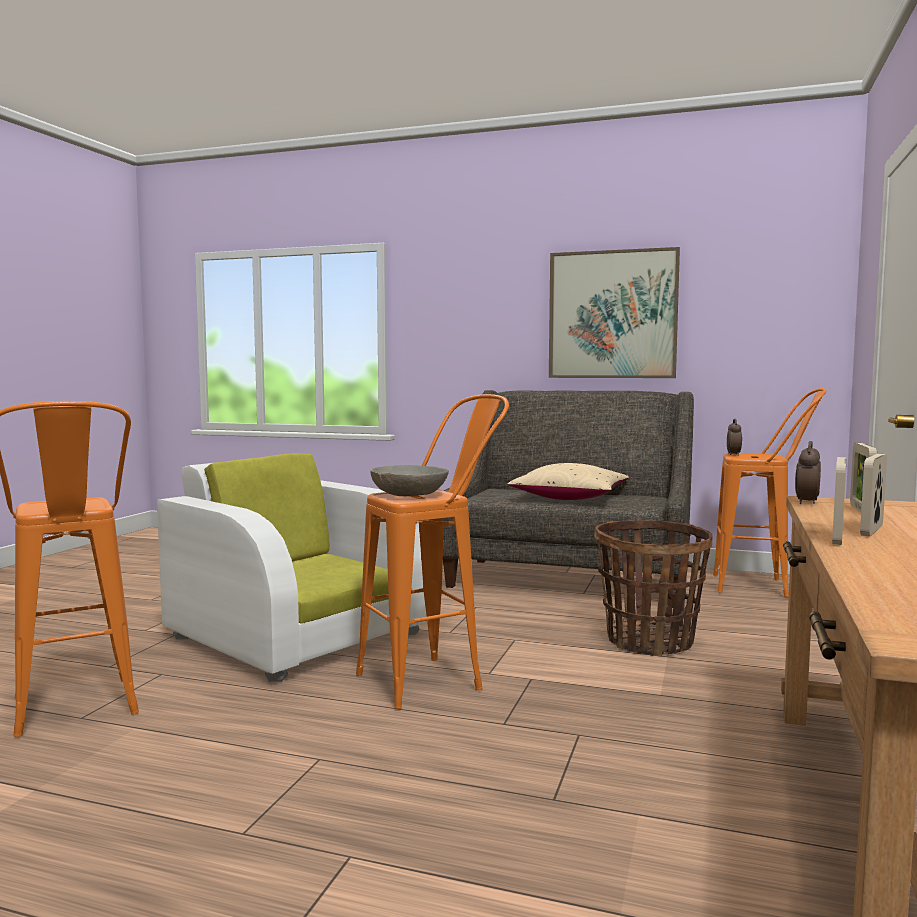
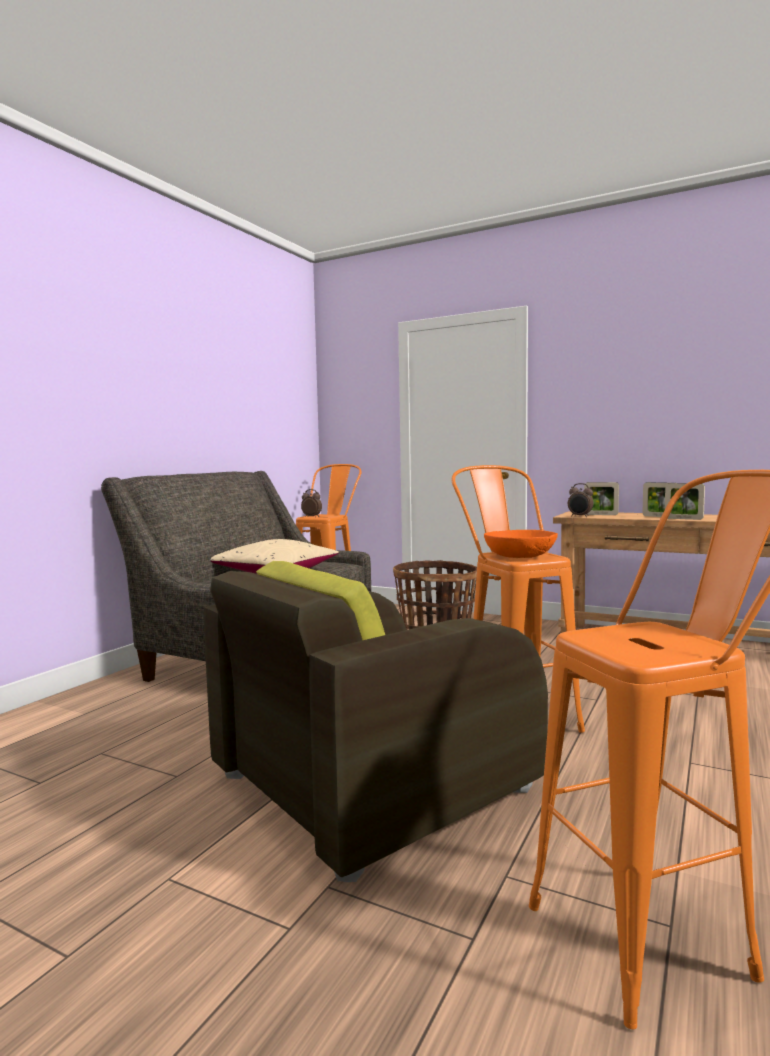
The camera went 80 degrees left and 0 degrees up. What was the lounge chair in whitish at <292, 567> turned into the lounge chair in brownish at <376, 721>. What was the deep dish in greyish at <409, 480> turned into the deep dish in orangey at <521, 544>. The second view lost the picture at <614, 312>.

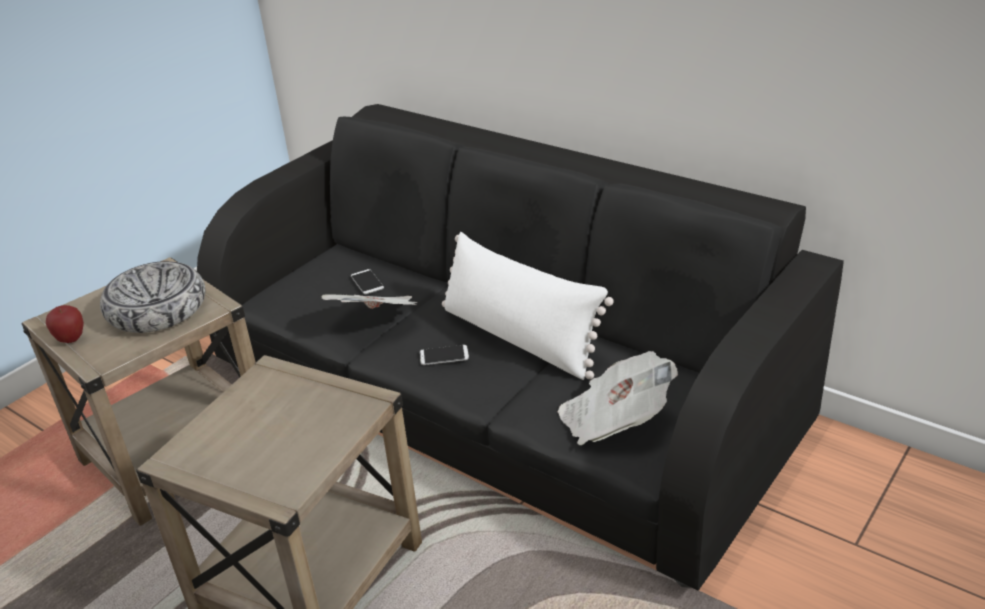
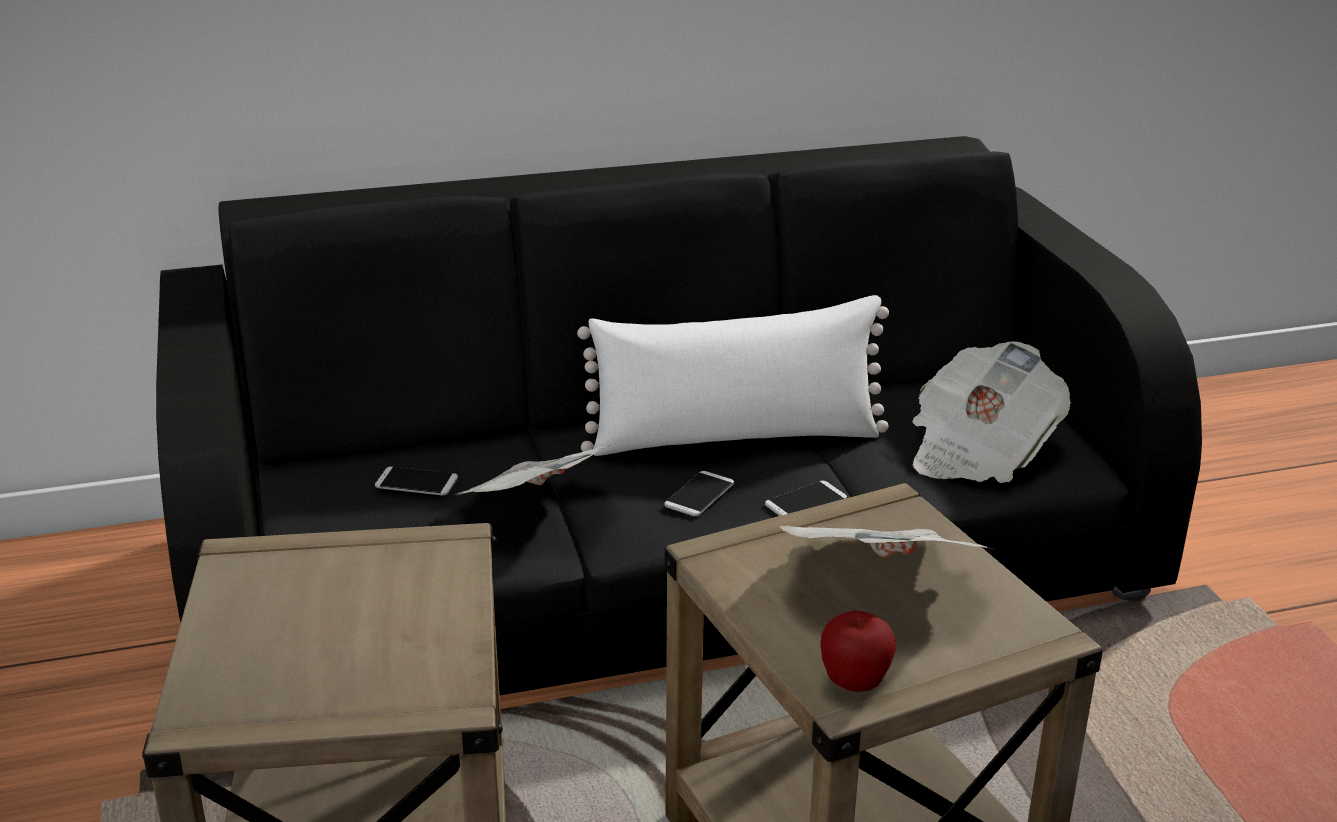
The camera went 55 degrees left and 5 degrees down. The whole apple ended up elsewhere, having gone from <65, 324> to <858, 651>. The second view lost the deep dish at <152, 297>. The second view gained the handset at <806, 498>. The second view gained the newspaper at <886, 542>.

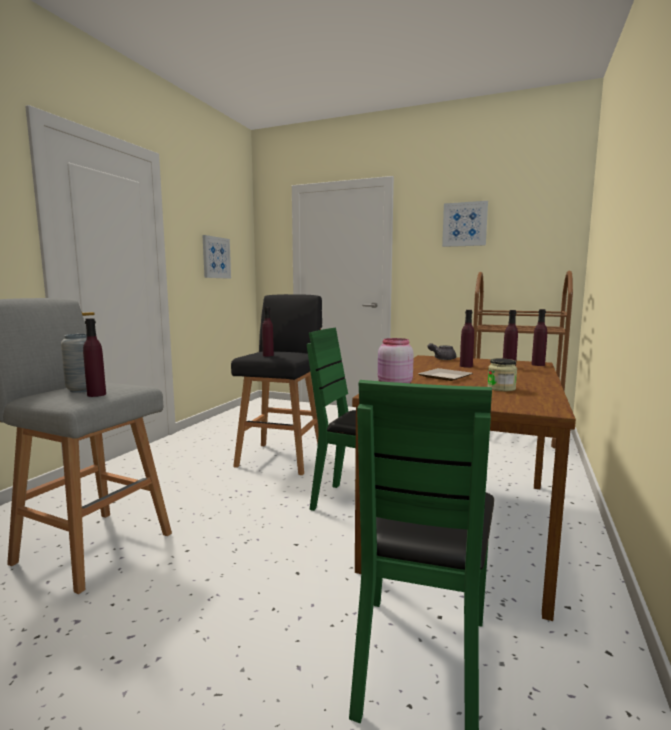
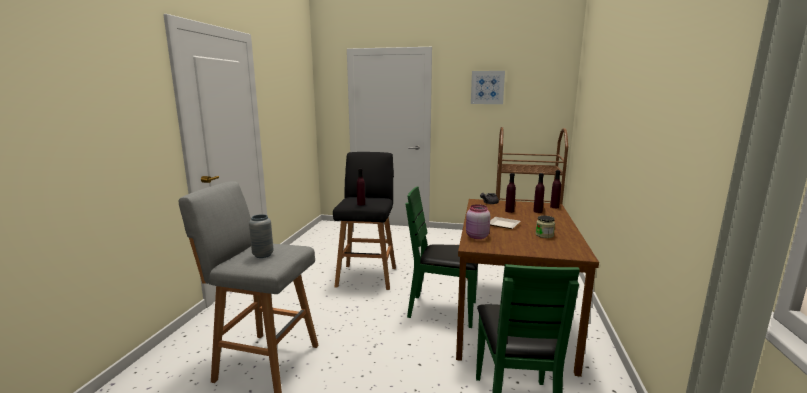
The camera went 10 degrees left and 5 degrees up. The second view lost the beverage bottle in purple at <94, 357>. The second view lost the picture at <216, 257>.

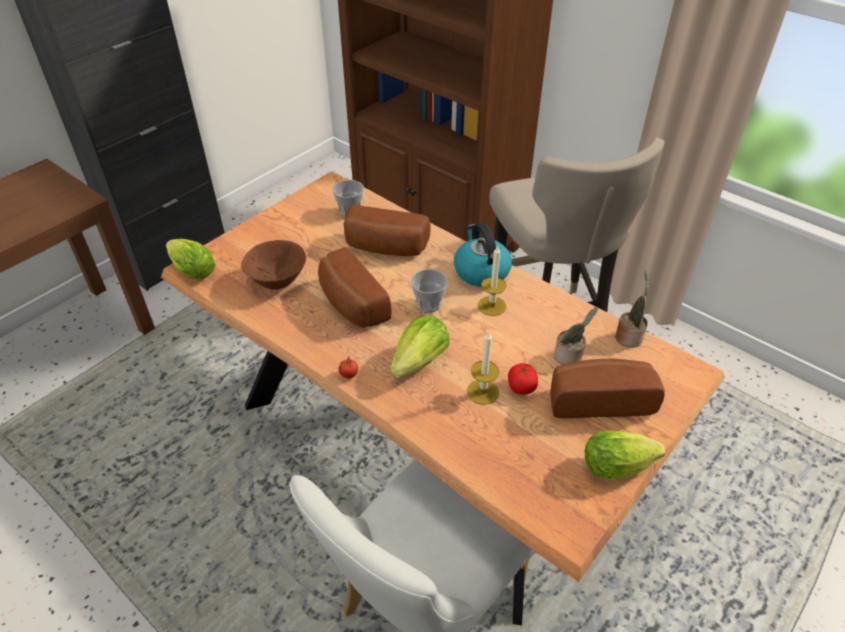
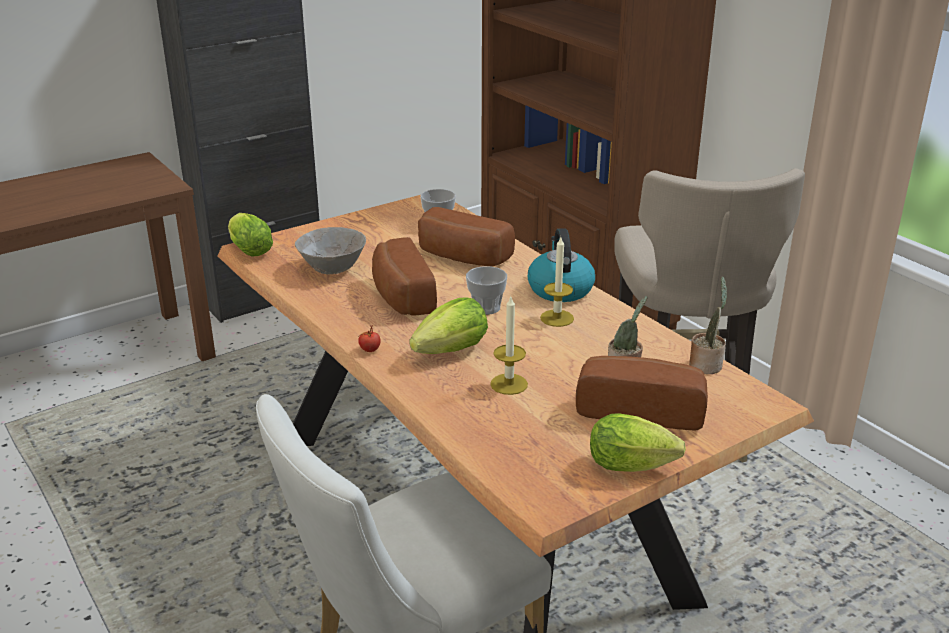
The camera went 15 degrees right and 15 degrees down. What was the deep dish in brownish at <273, 265> turned into the deep dish in greyish at <330, 250>. The second view lost the tomato at <523, 378>.

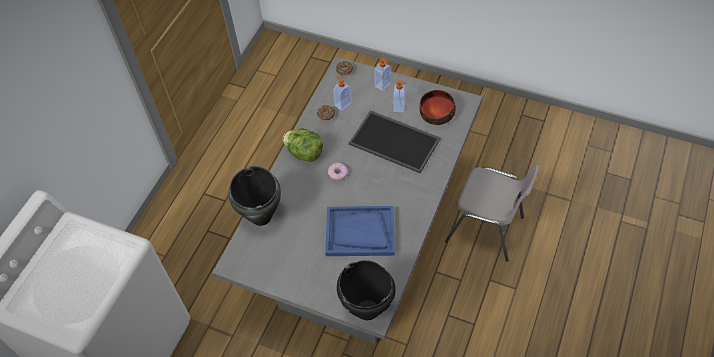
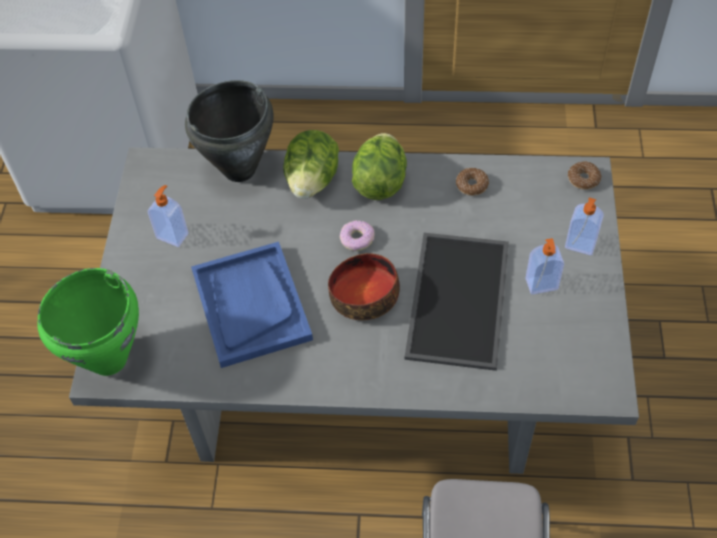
The camera went 70 degrees right and 0 degrees up. The soap bottle ended up elsewhere, having gone from <342, 94> to <168, 216>. What was the saucepot in blackish at <366, 290> turned into the saucepot in green at <88, 322>. The deep dish ended up elsewhere, having gone from <438, 107> to <364, 286>. The second view gained the head of lettuce at <311, 164>.

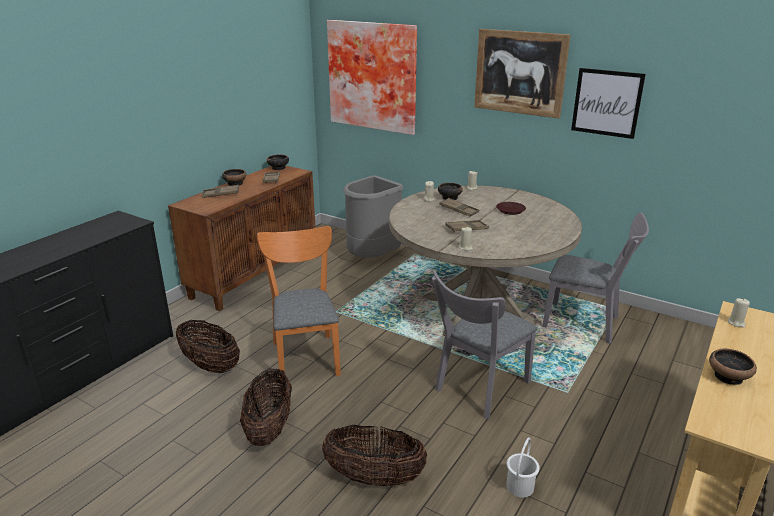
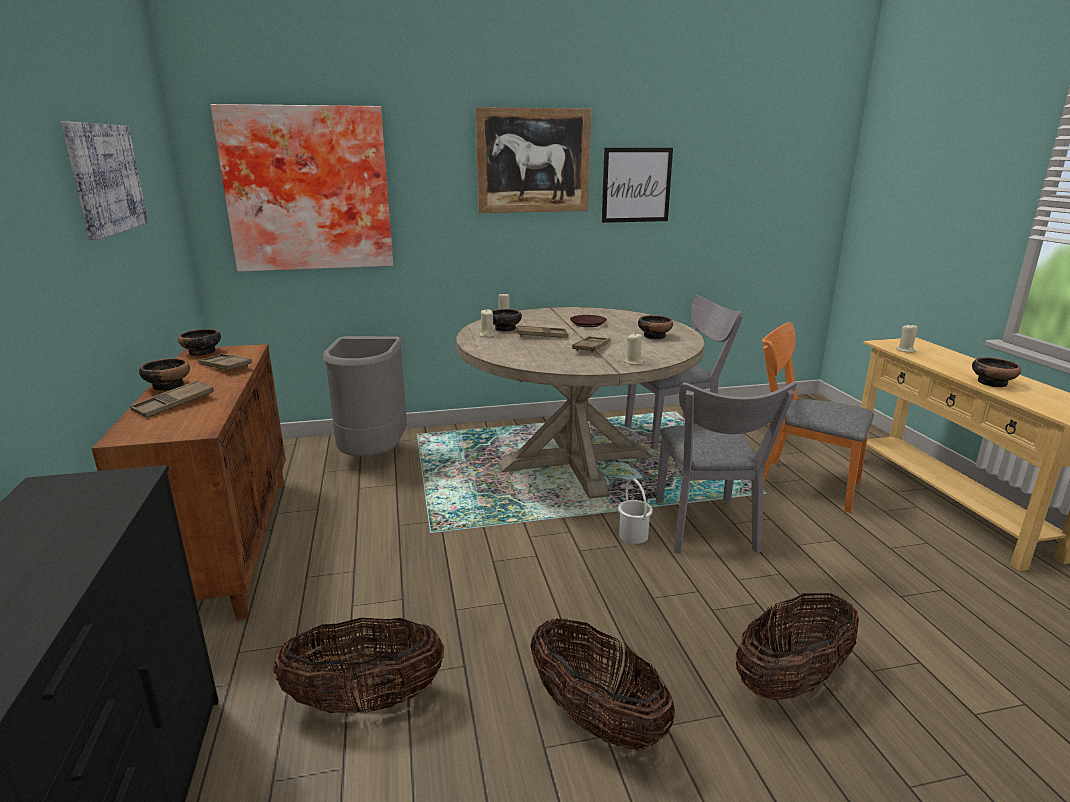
The camera went 45 degrees left and 5 degrees down. The plain chair in orangey ended up elsewhere, having gone from <299, 301> to <818, 417>. The bucket in whitish ended up elsewhere, having gone from <523, 467> to <635, 511>. The second view gained the picture at <104, 181>. The second view gained the deep dish at <655, 327>.

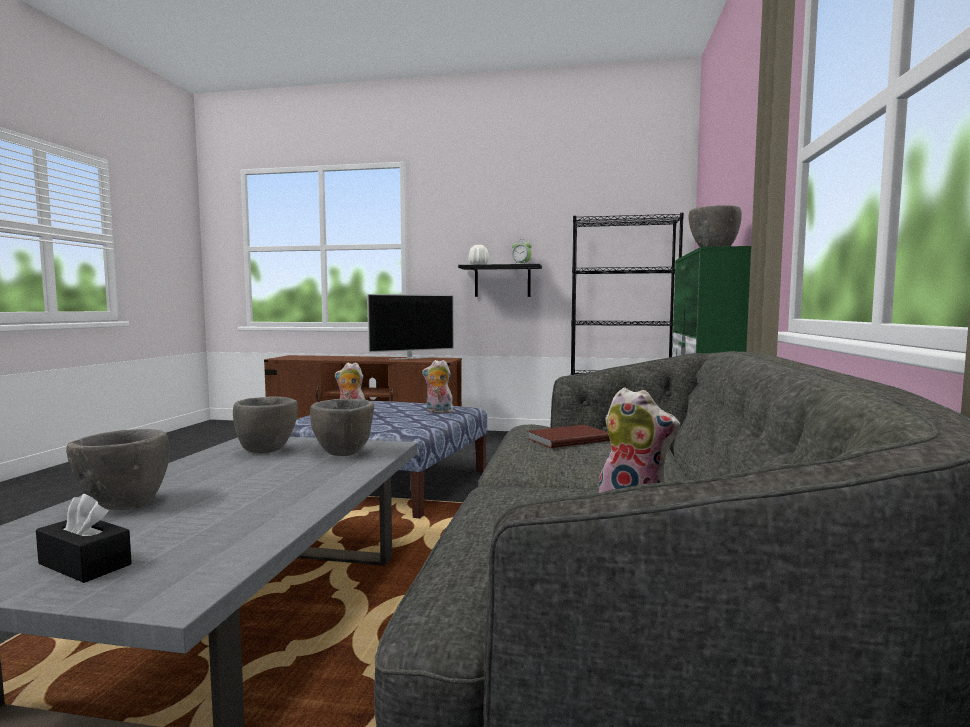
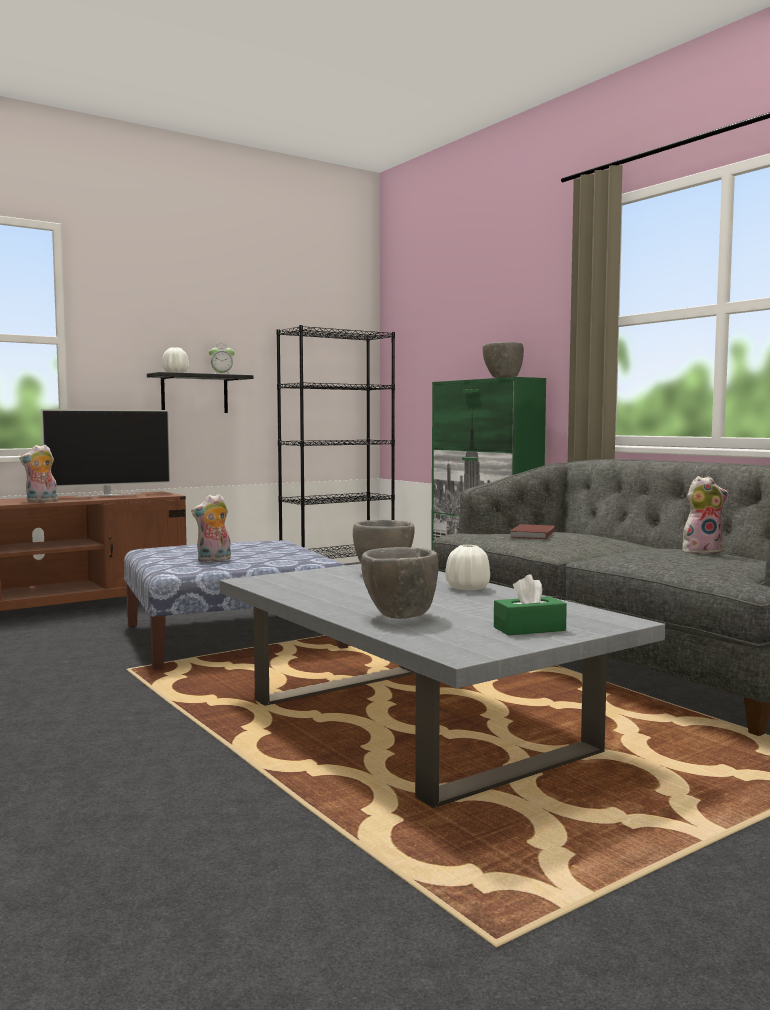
The camera went 45 degrees left and 0 degrees up. What was the tissue holder in blackish at <84, 538> turned into the tissue holder in green at <530, 604>. The second view lost the deep dish in greyish at <265, 424>. The TV at <410, 327> ended up facing another way, 45 degrees clockwise from before. The cuddly toy ended up elsewhere, having gone from <437, 386> to <38, 473>. The second view gained the vase in whitish at <467, 567>.

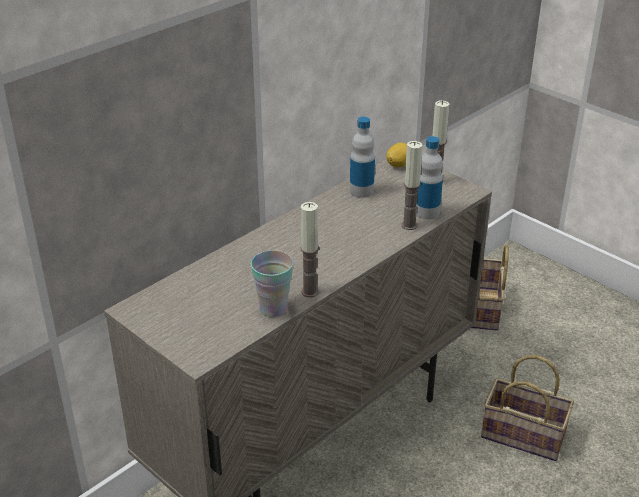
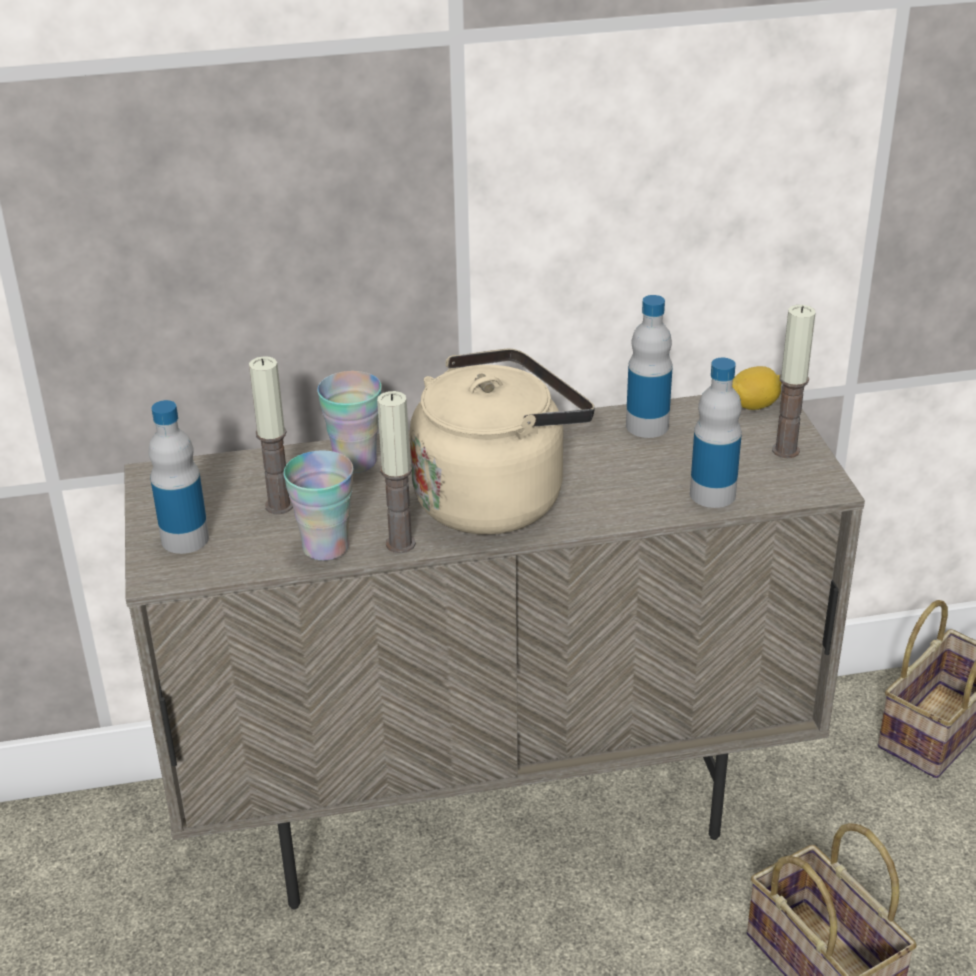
The camera went 35 degrees right and 0 degrees up. The wax light ended up elsewhere, having gone from <412, 185> to <271, 435>. The second view gained the beverage bottle at <178, 477>. The second view gained the small cup at <349, 422>. The second view gained the water kettle in sand-coloured at <502, 441>.

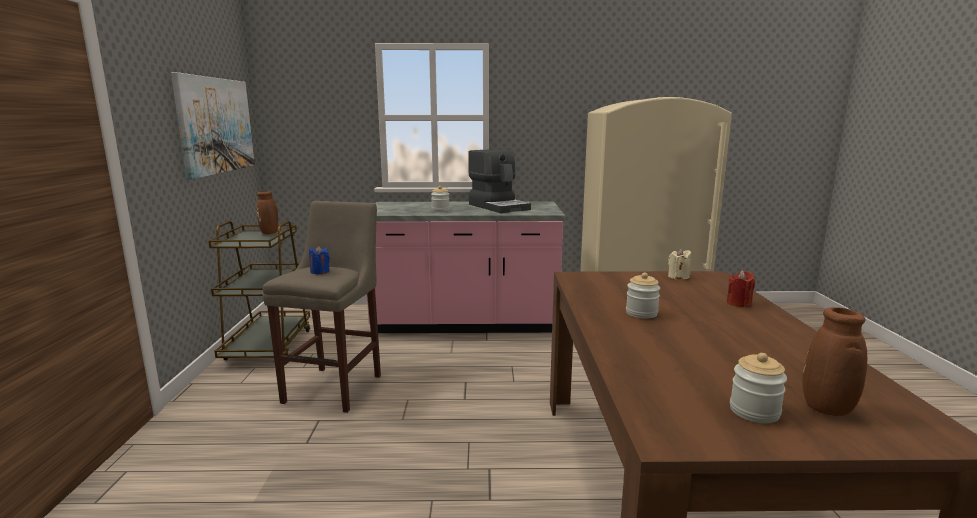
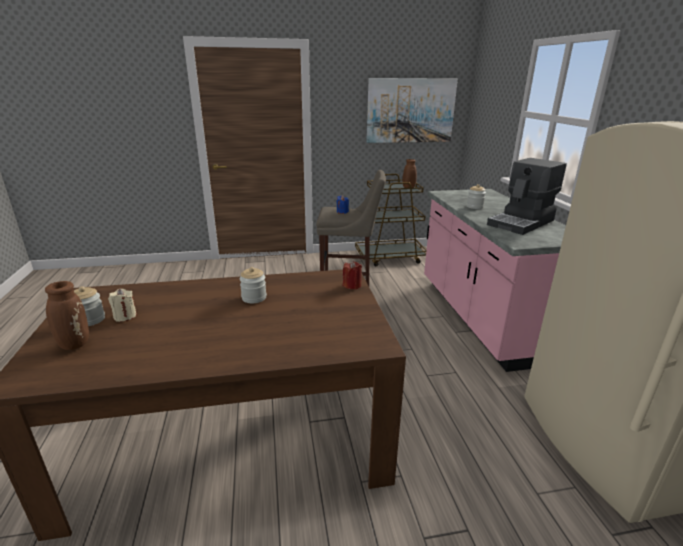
The camera went 80 degrees right and 10 degrees up. The wax light in sand-coloured ended up elsewhere, having gone from <679, 263> to <122, 305>. The wax light in red ended up elsewhere, having gone from <741, 288> to <352, 275>.

